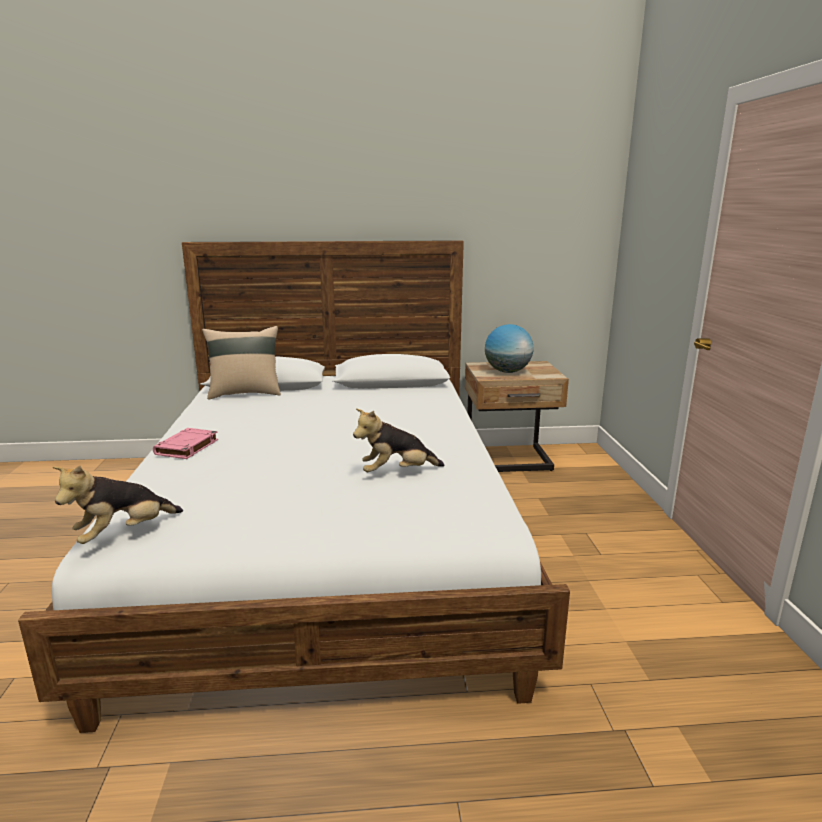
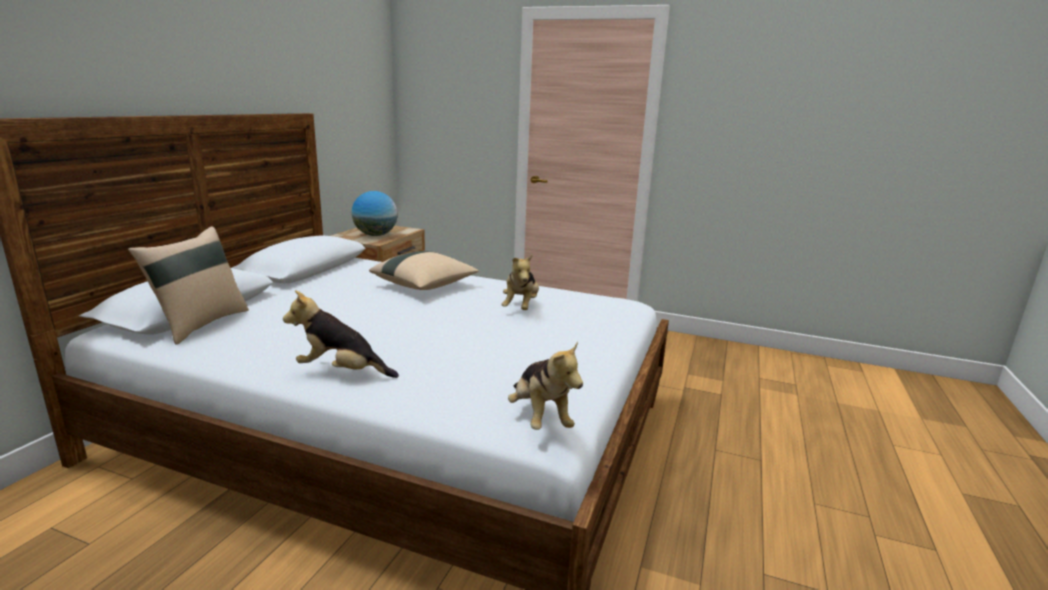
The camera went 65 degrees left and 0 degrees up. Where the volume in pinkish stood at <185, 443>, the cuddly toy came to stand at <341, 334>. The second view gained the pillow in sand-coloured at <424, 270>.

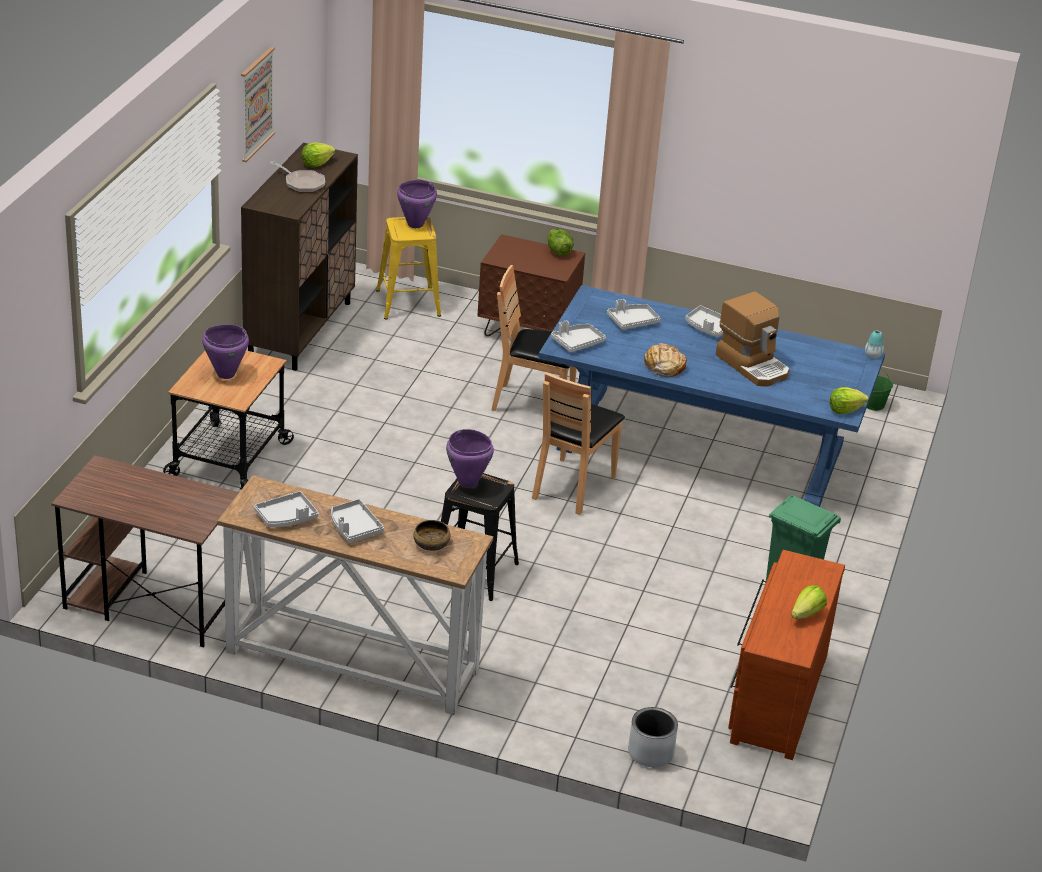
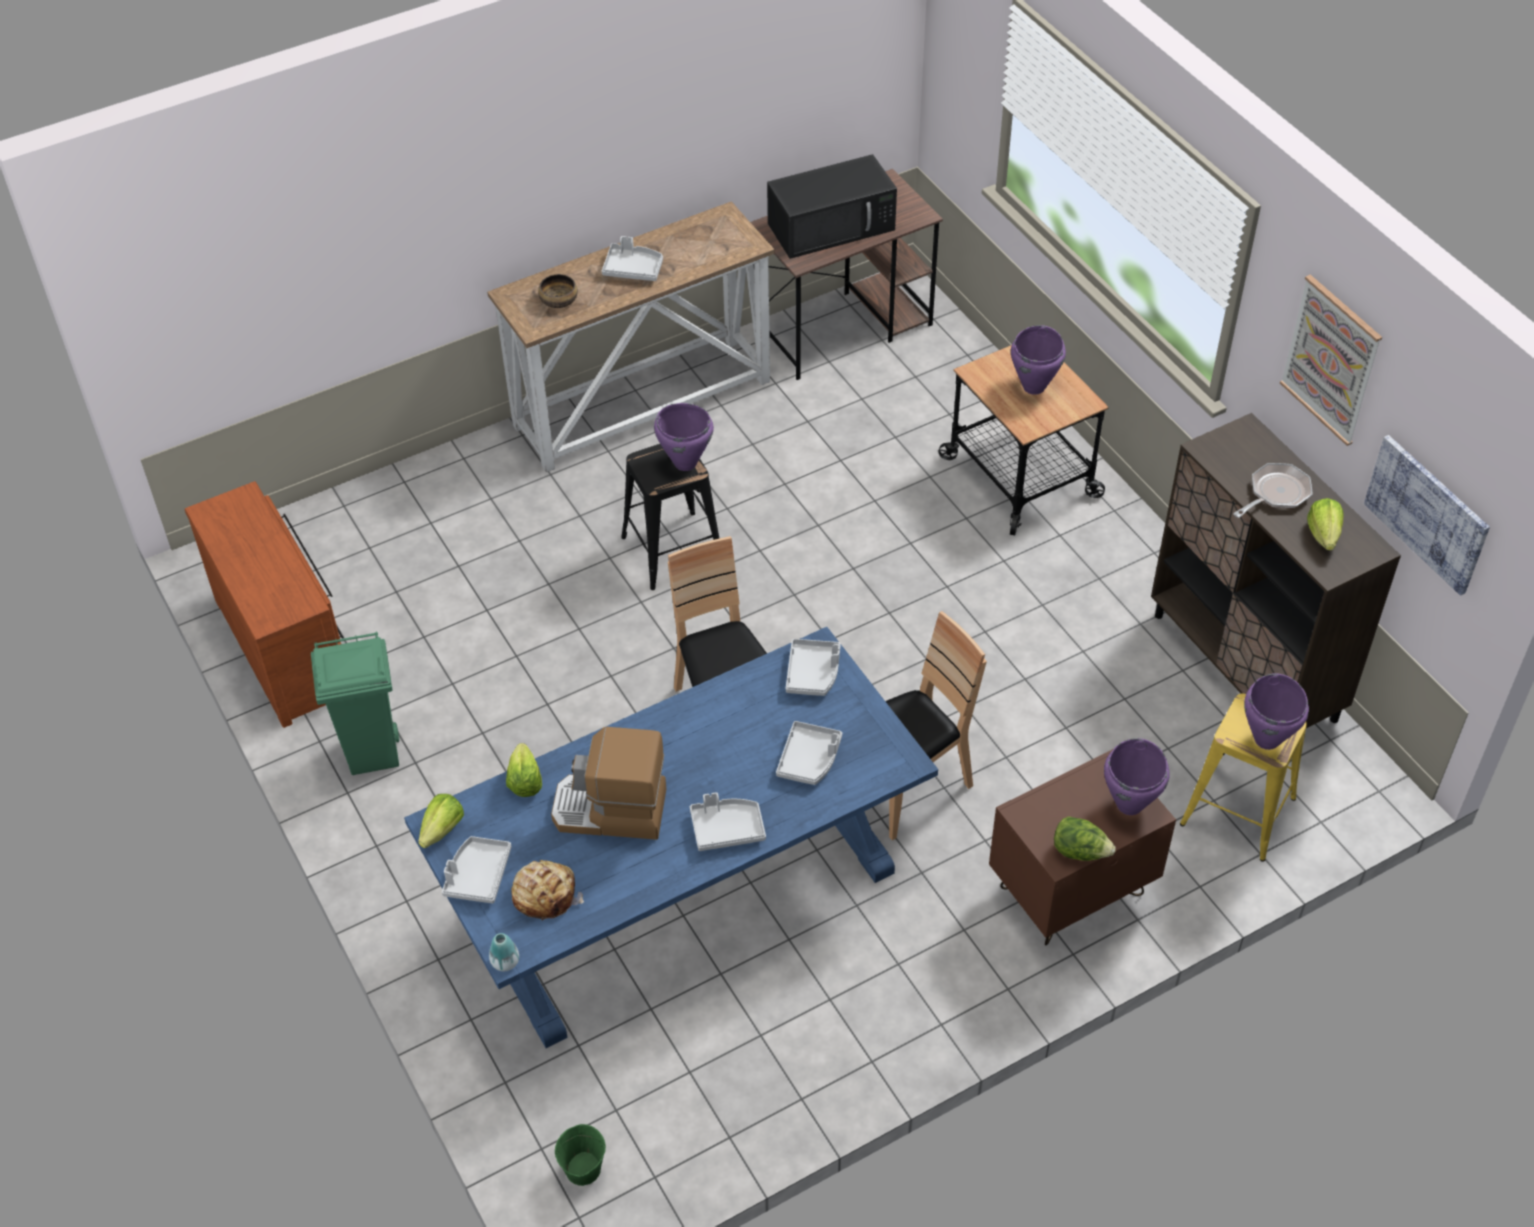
The camera went 135 degrees right and 15 degrees up. The tray in greyish ended up elsewhere, having gone from <286, 509> to <476, 870>. The pan at <297, 177> ended up facing another way, 150 degrees clockwise from before. The second view lost the flower pot in greyish at <653, 737>. The bread ended up elsewhere, having gone from <665, 360> to <547, 890>. The head of lettuce ended up elsewhere, having gone from <809, 602> to <524, 770>. The second view gained the kitchen microwave in blackish at <832, 206>. The second view gained the saucepot in purple at <1137, 776>. The second view gained the picture at <1427, 515>.

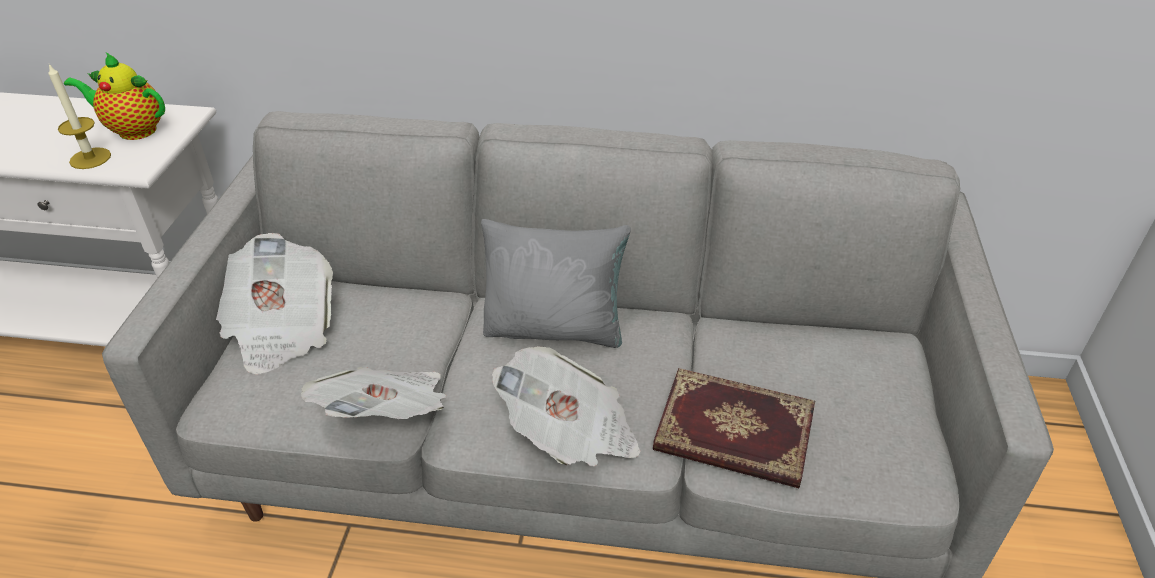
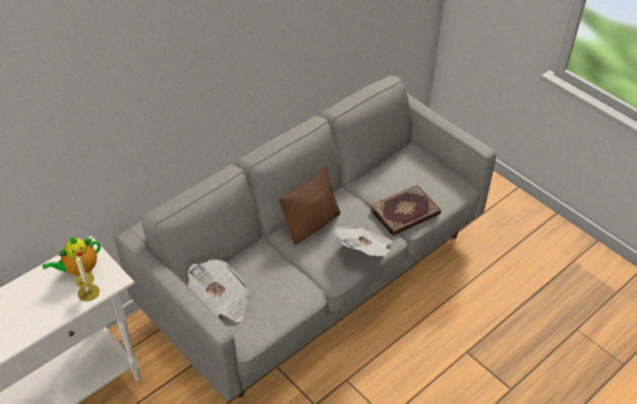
The camera went 50 degrees left and 5 degrees up. The second view lost the newspaper at <373, 393>. What was the pillow in greyish at <556, 283> turned into the pillow in brownish at <309, 205>.

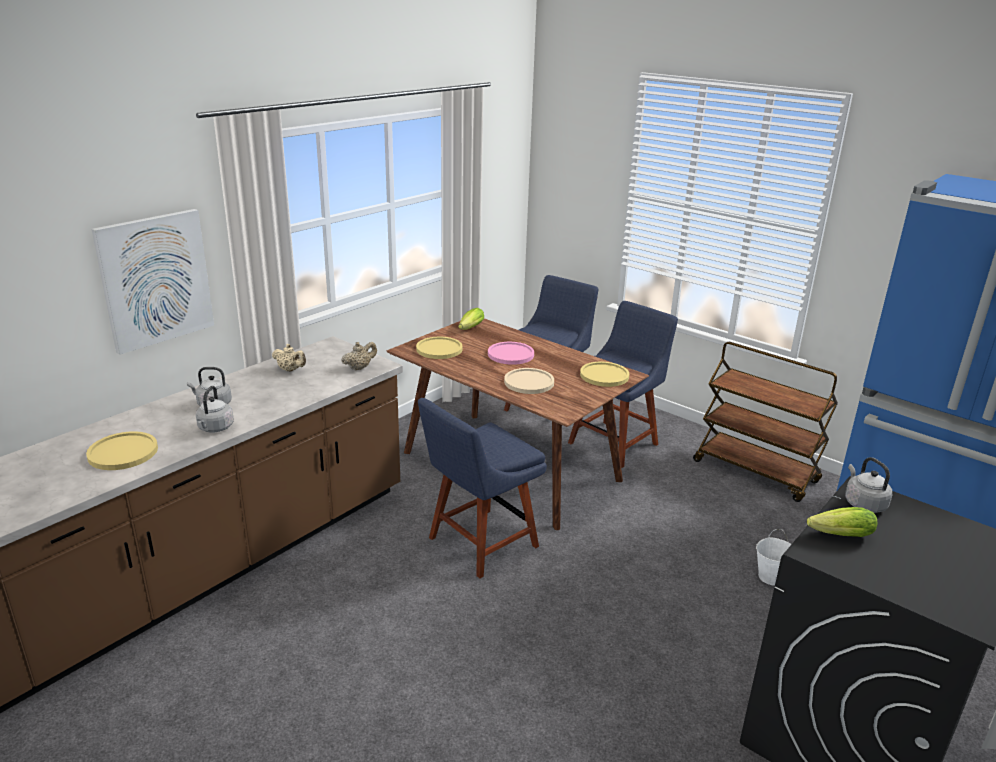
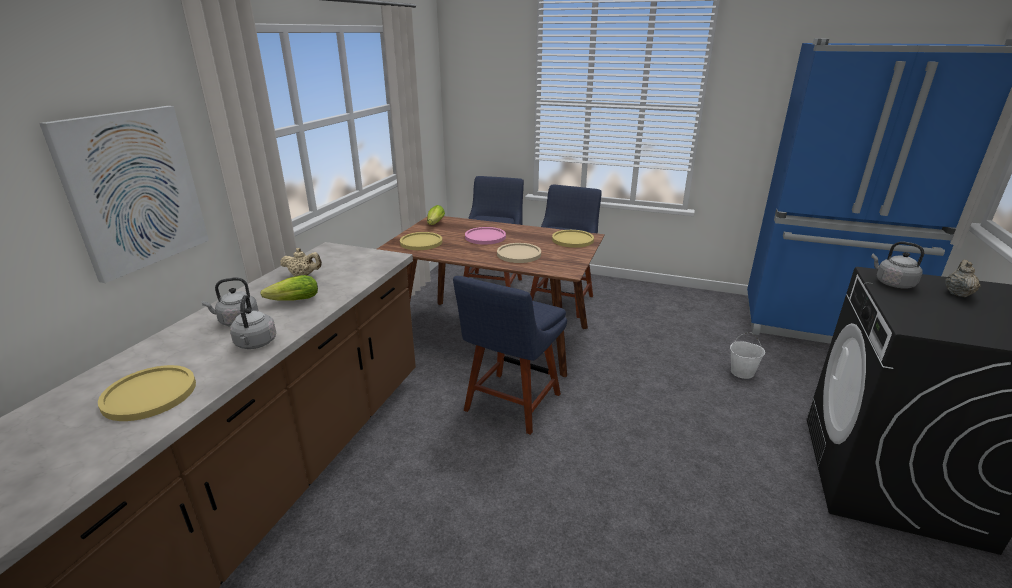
The camera went 20 degrees left and 0 degrees up. The tea pot in sand-coloured ended up elsewhere, having gone from <359, 356> to <962, 278>. The second view lost the cart in brownish at <765, 422>. The head of lettuce ended up elsewhere, having gone from <842, 522> to <289, 288>.

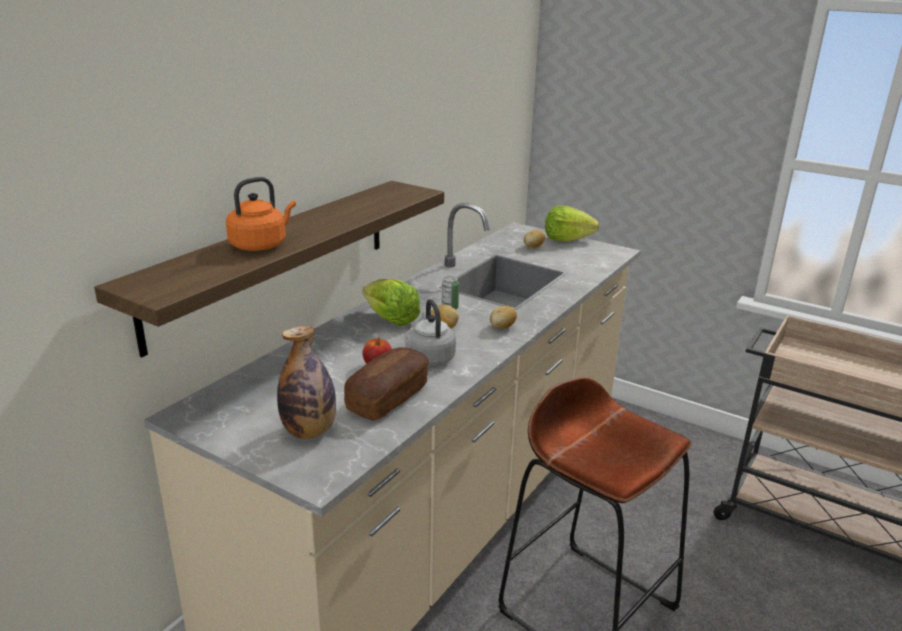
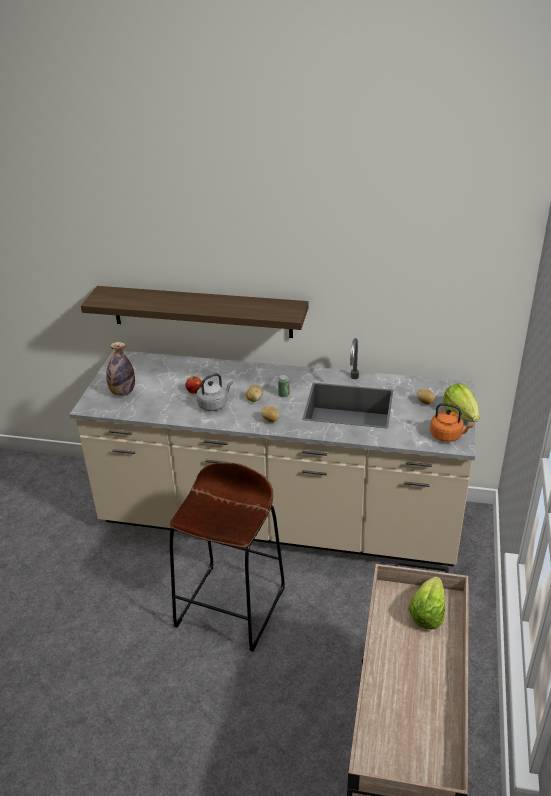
The camera went 70 degrees right and 10 degrees up. The water kettle in orangey ended up elsewhere, having gone from <261, 214> to <451, 422>. The second view lost the bread at <386, 383>. The head of lettuce ended up elsewhere, having gone from <391, 302> to <426, 603>.

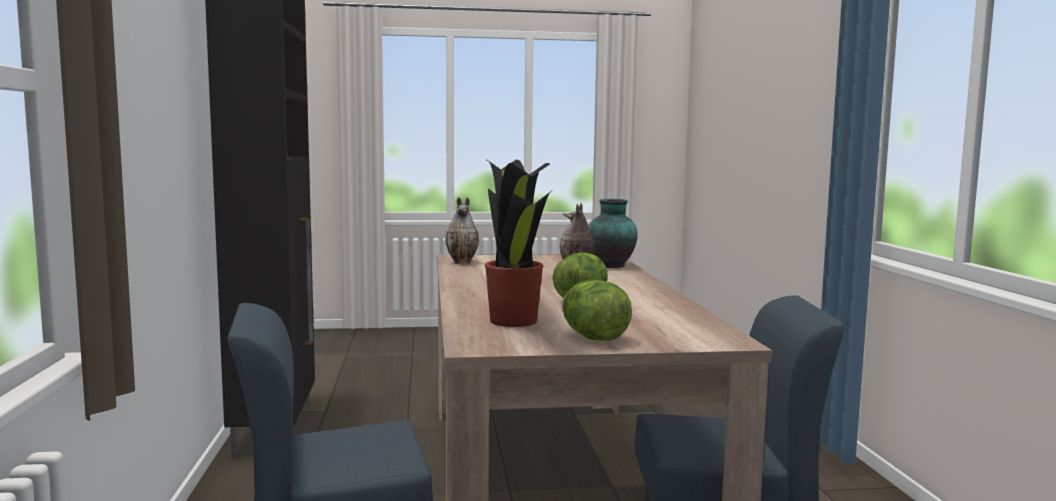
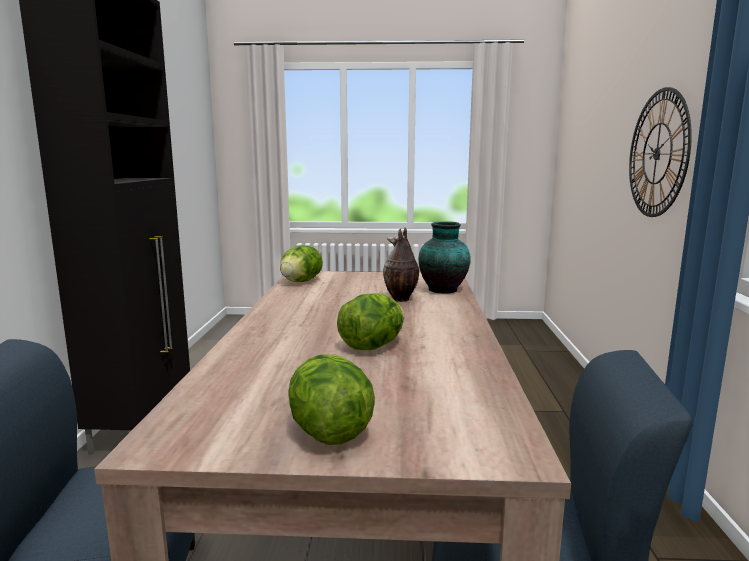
The camera went 10 degrees right and 5 degrees up. Where the vase stood at <462, 230>, the head of lettuce came to stand at <301, 263>. The second view lost the plant in a pot at <519, 243>. The second view gained the hanging clock at <660, 152>.

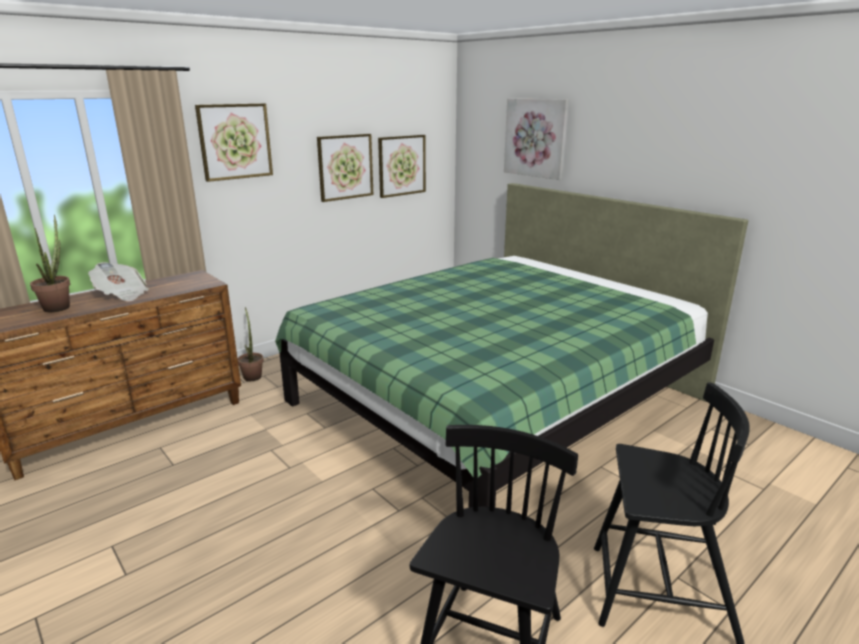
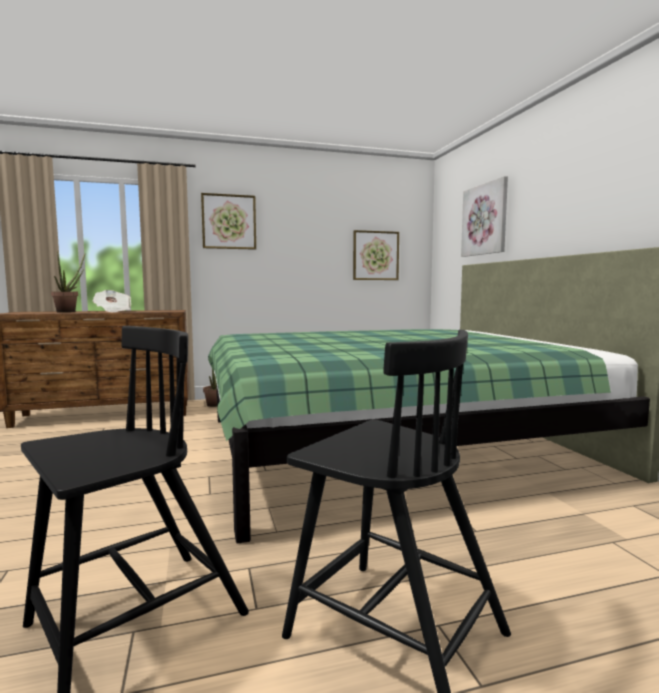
The camera went 25 degrees right and 15 degrees down. The second view lost the picture at <345, 168>.

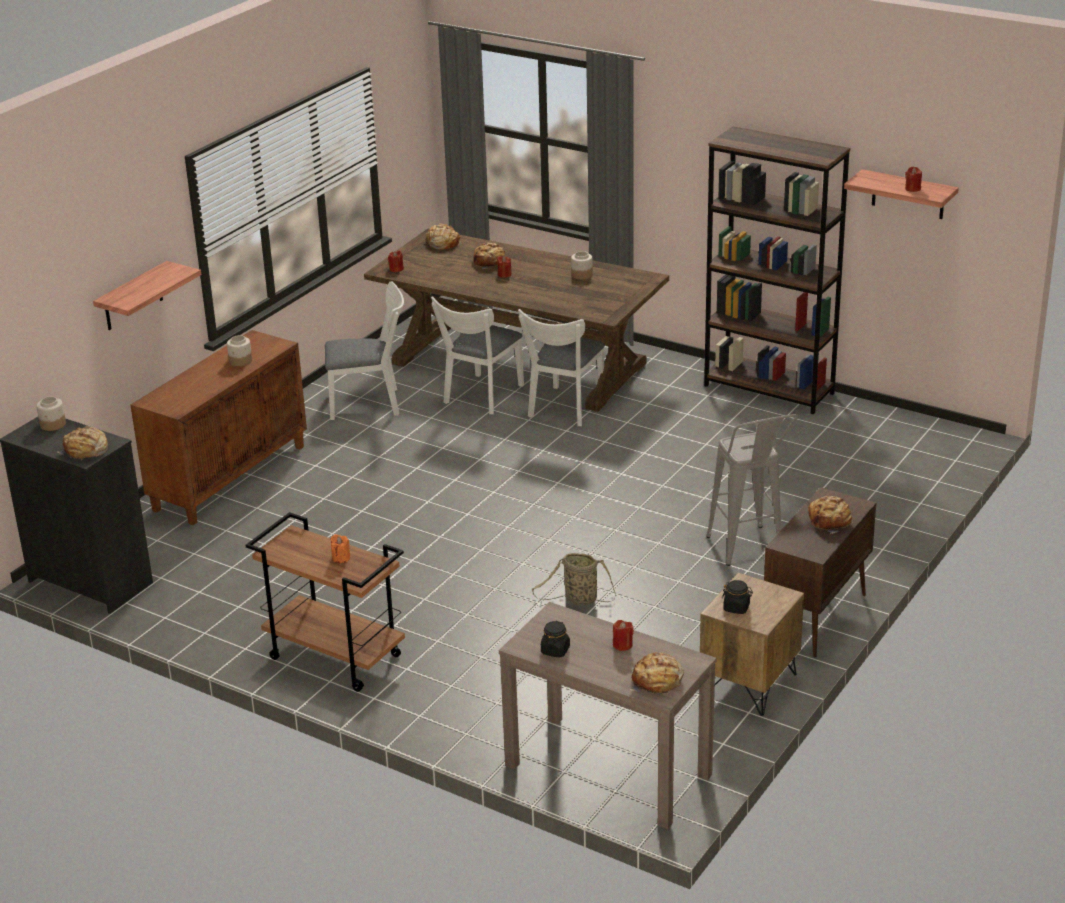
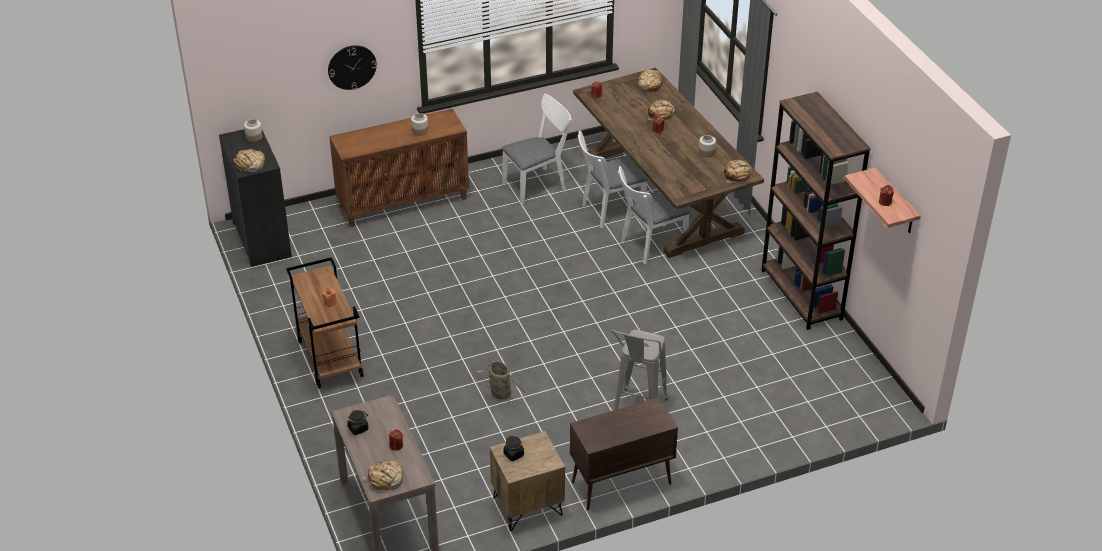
The camera went 35 degrees right and 10 degrees up. Where the bracket shelf hung at <147, 295>, the hanging clock came to hang at <352, 67>. The plain chair in whitish at <364, 350> ended up facing another way, 60 degrees counterclockwise from before. The bread ended up elsewhere, having gone from <830, 515> to <737, 171>.

